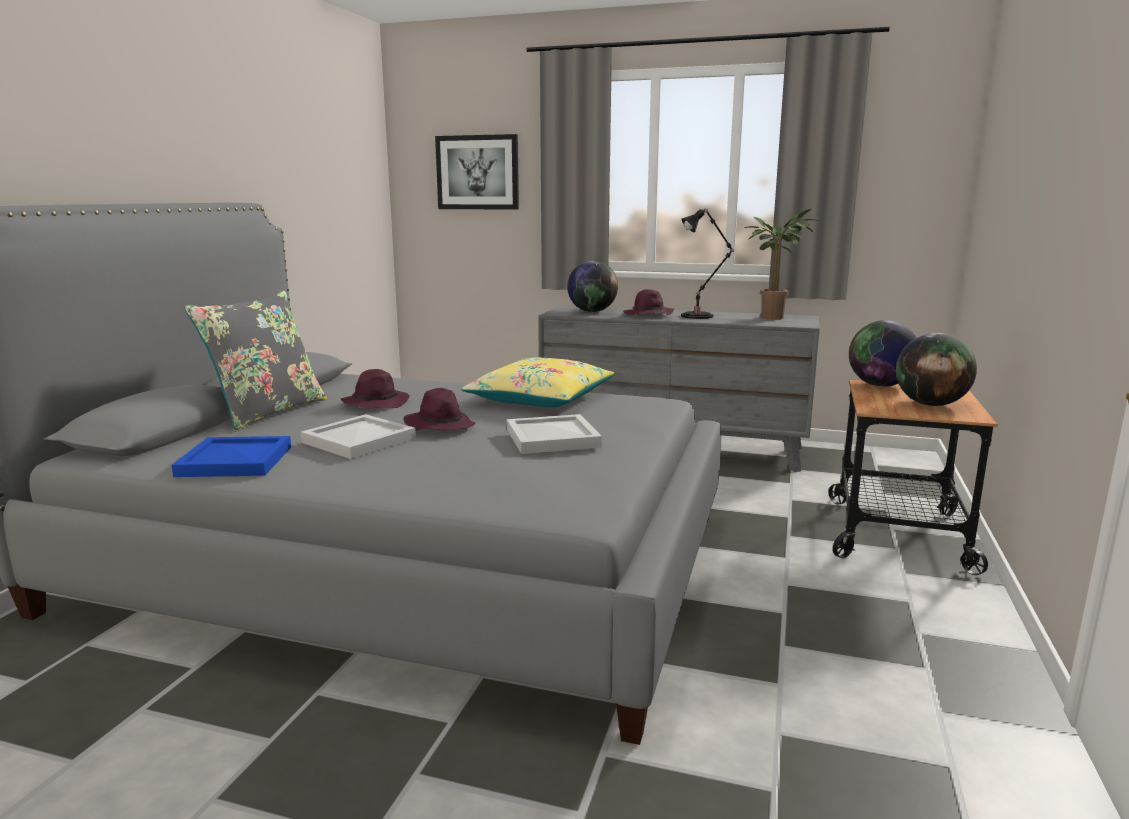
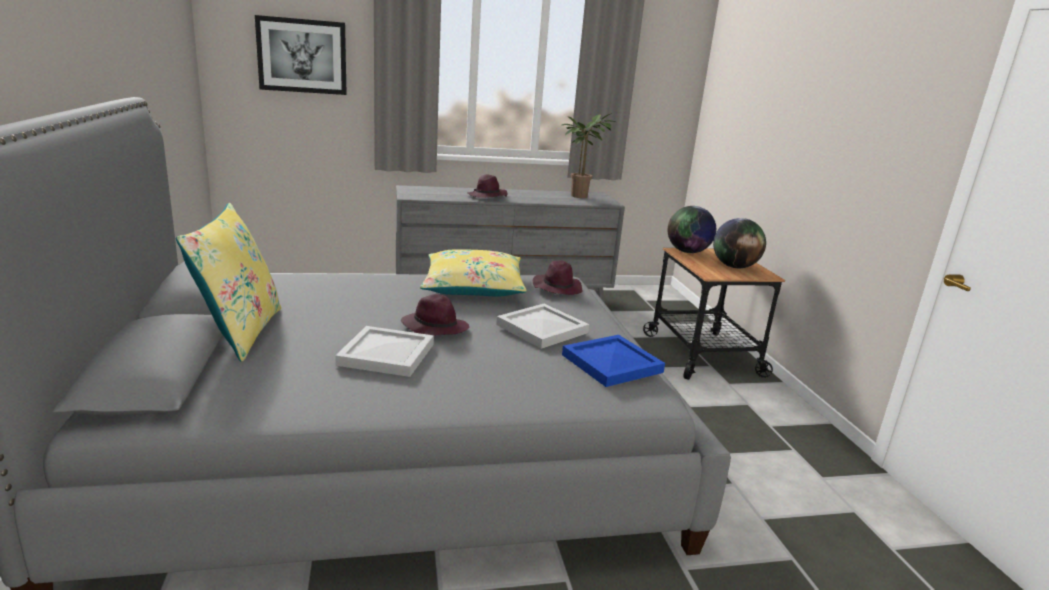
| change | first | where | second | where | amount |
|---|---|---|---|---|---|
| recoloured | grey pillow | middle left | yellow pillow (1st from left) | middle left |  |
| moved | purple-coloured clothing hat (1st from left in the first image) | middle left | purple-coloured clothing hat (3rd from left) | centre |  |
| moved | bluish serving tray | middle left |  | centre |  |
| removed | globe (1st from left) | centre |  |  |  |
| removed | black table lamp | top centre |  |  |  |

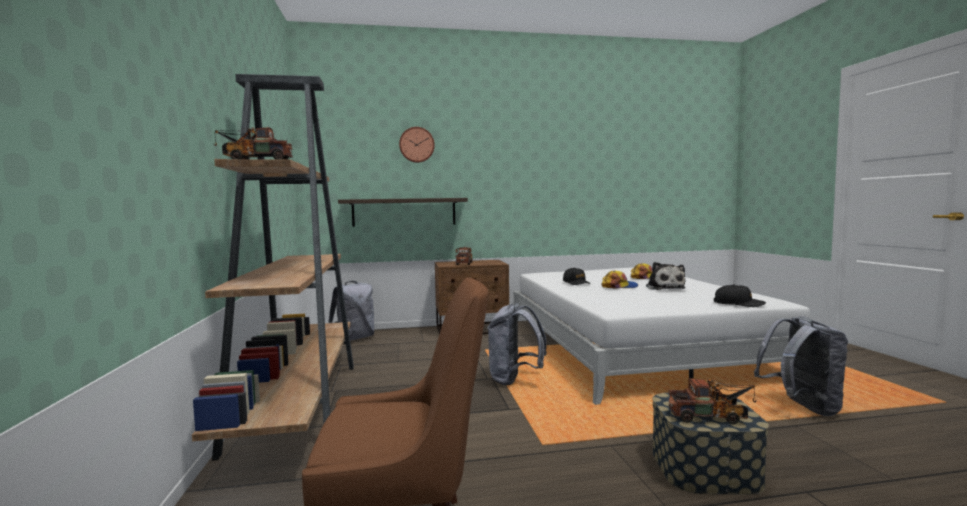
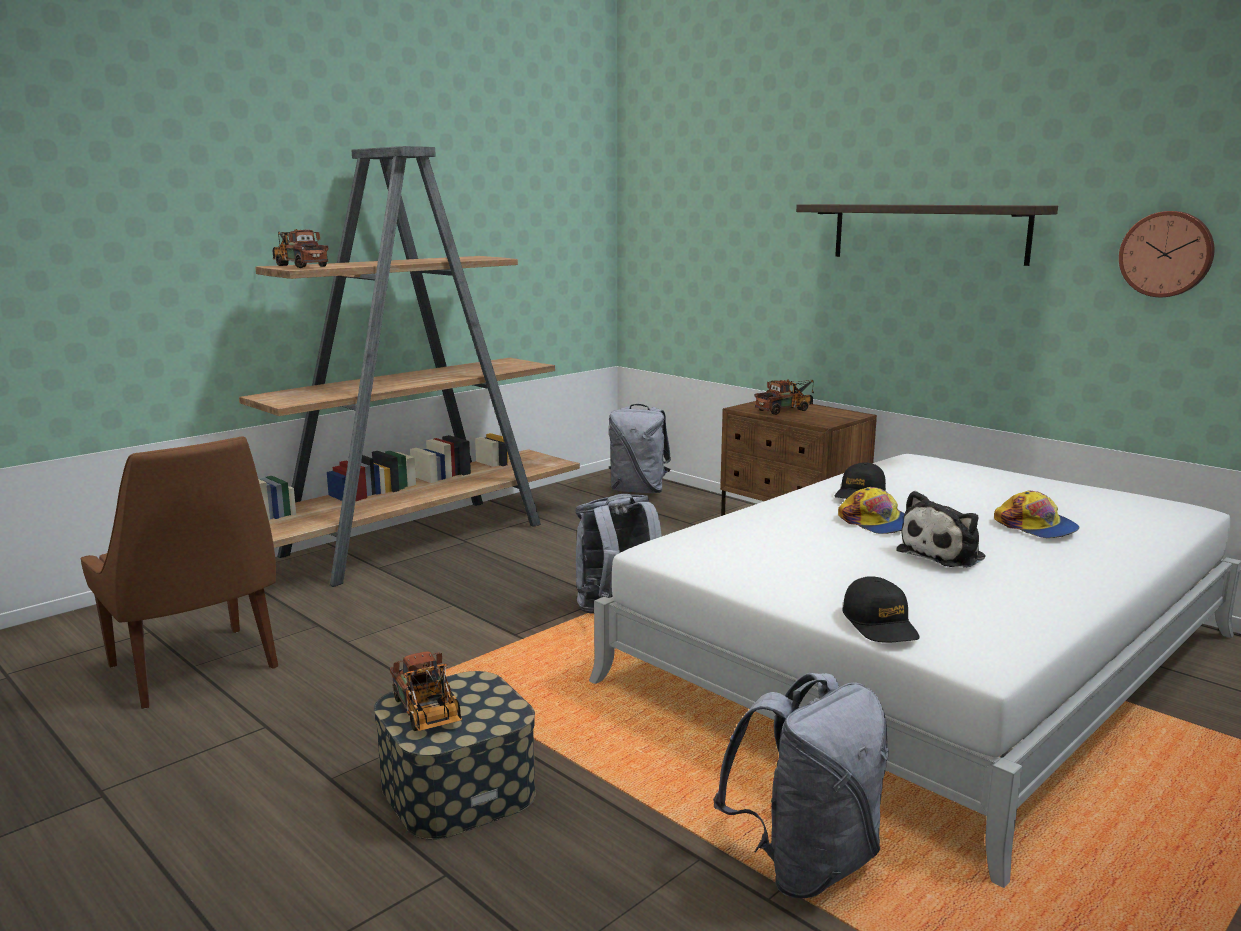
| change | first | where | second | where | amount |
|---|---|---|---|---|---|
| moved | wall shelf | centre |  | top right |  |
| moved | clock on the wall | top centre |  | top right |  |

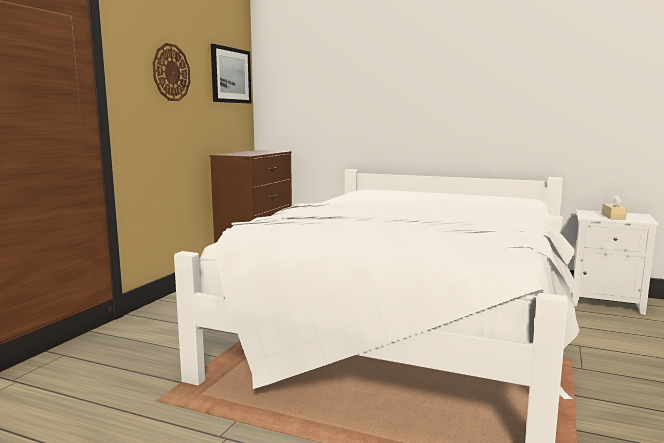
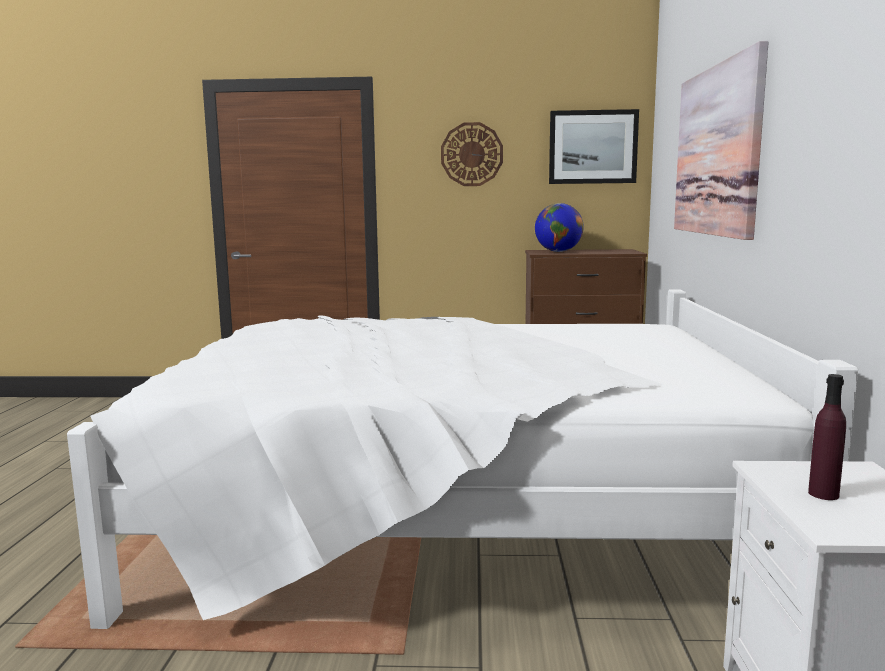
| change | first | where | second | where | amount |
|---|---|---|---|---|---|
| added |  |  | globe | centre |  |
| added |  |  | picture (2nd from left) | top right |  |
| replaced | sand-coloured tissue box | middle right | purple-coloured bottle | middle right |  |

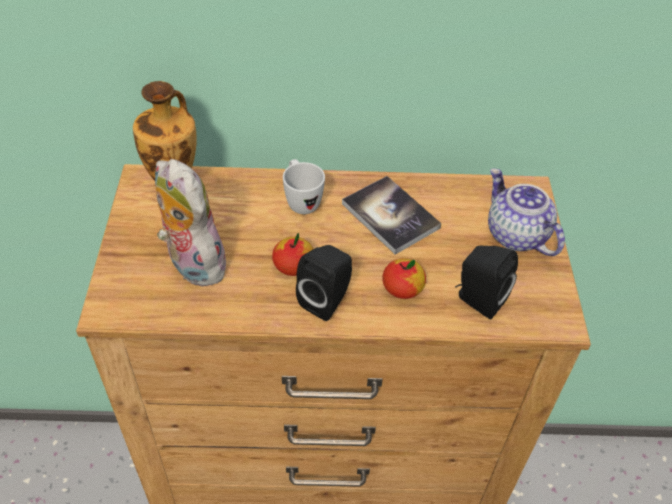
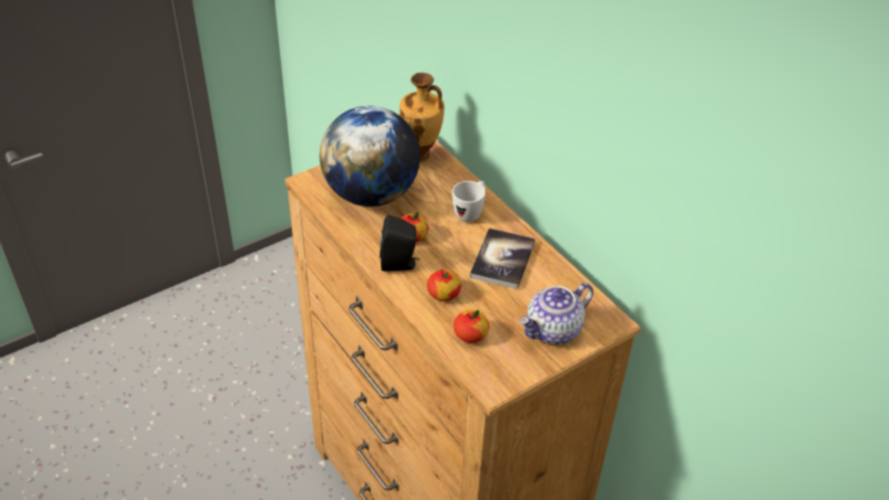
| change | first | where | second | where | amount |
|---|---|---|---|---|---|
| replaced | plush toy | middle left | globe | top centre |  |
| replaced | black loudspeaker (2nd from left) | middle right | whole apple (3rd from left) | centre |  |
| turned | pot for tea | middle right |  | centre | 150 degrees counterclockwise |

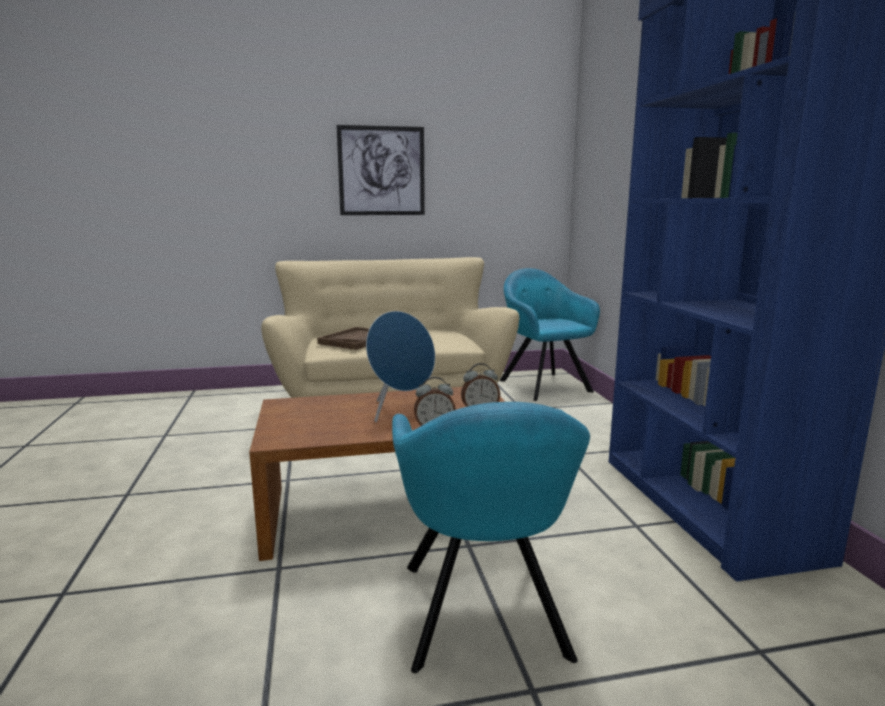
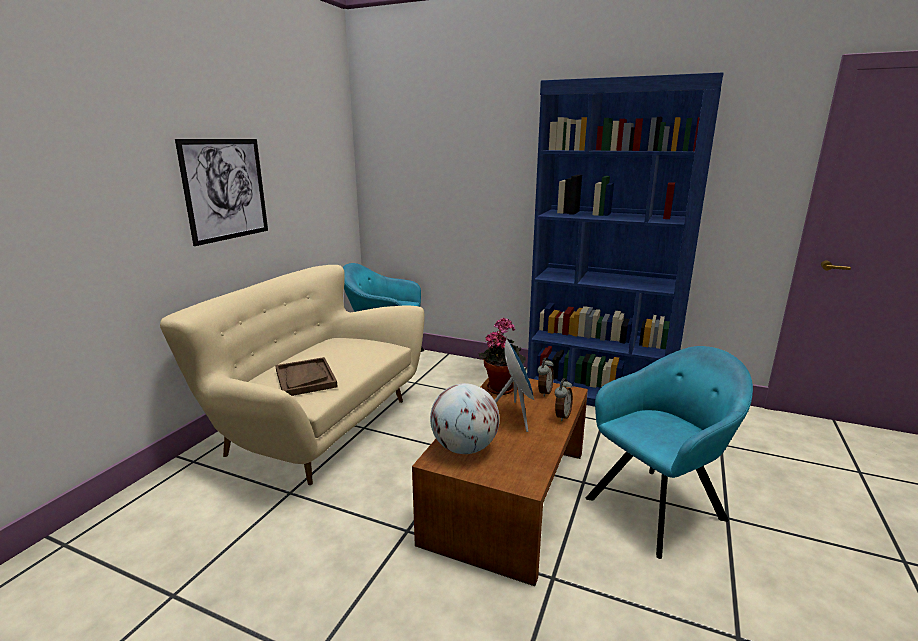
| change | first | where | second | where | amount |
|---|---|---|---|---|---|
| added |  |  | globe | centre |  |
| added |  |  | potted plant | centre |  |
| turned | turquoise armchair (1st from left in the first image) | bottom centre | turquoise armchair (2nd from left) | bottom right | 60 degrees counterclockwise |

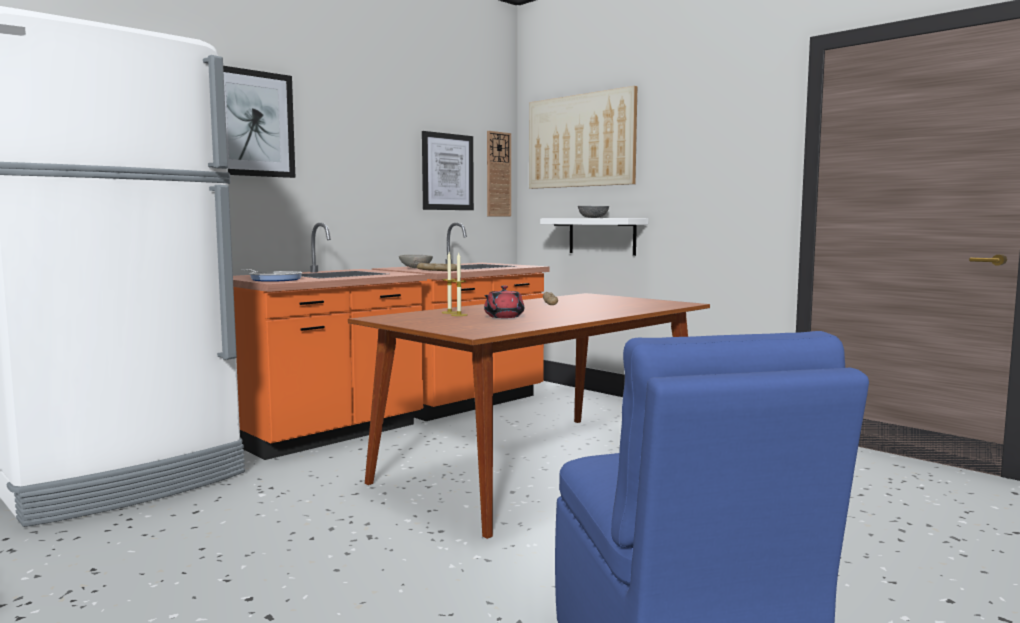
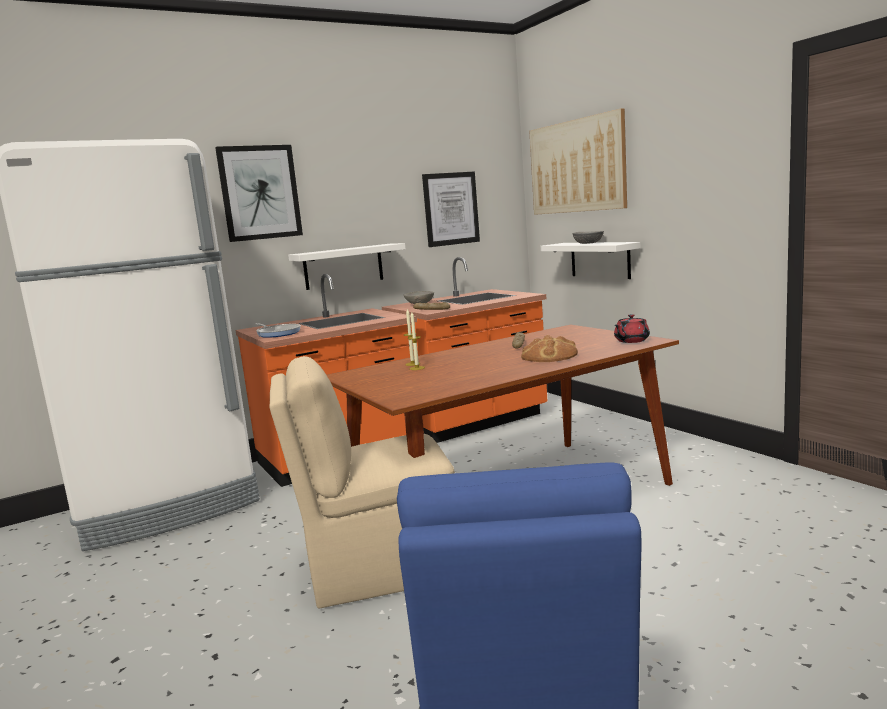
| change | first | where | second | where | amount |
|---|---|---|---|---|---|
| added |  |  | sand-coloured plain chair | bottom centre |  |
| added |  |  | whitish wall shelf (1st from left) | centre |  |
| added |  |  | baked bread (3rd from left) | centre |  |
| moved | red pot for tea | centre |  | middle right |  |
| removed | clock on the wall | top centre |  |  |  |

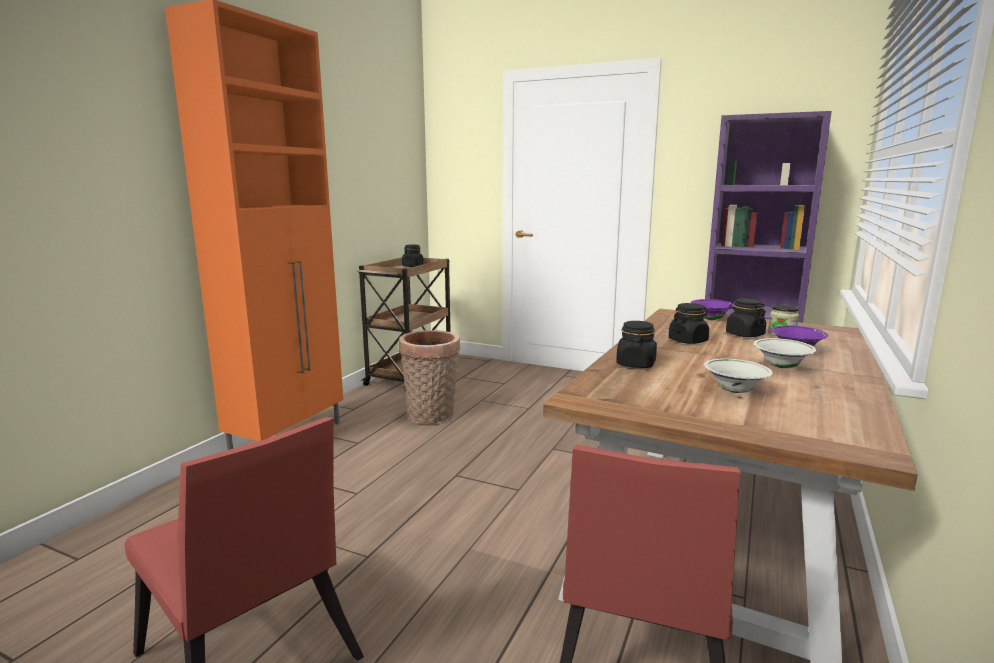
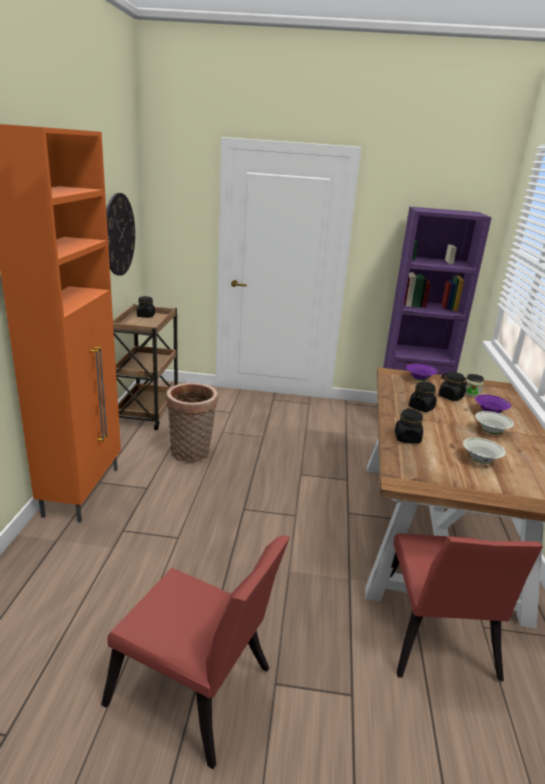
| change | first | where | second | where | amount |
|---|---|---|---|---|---|
| added |  |  | clock on the wall | top left |  |

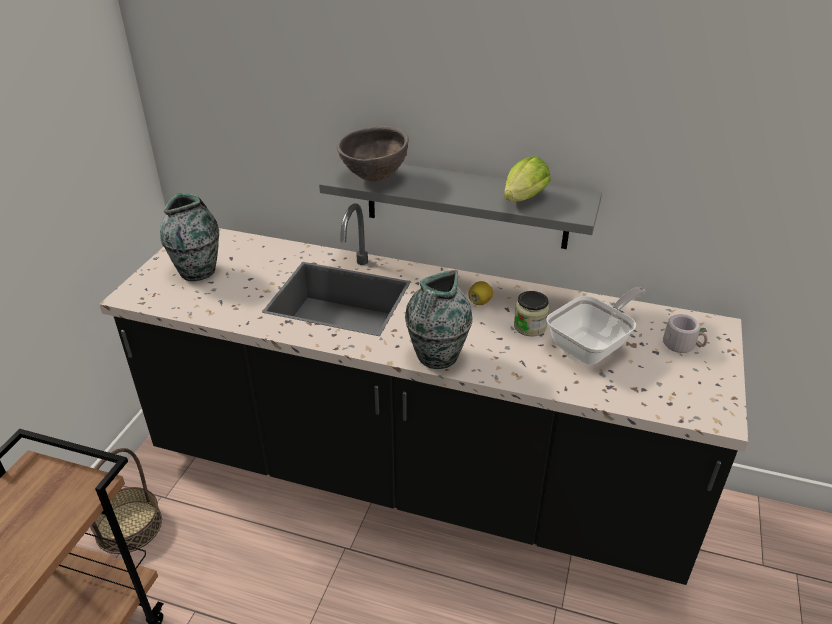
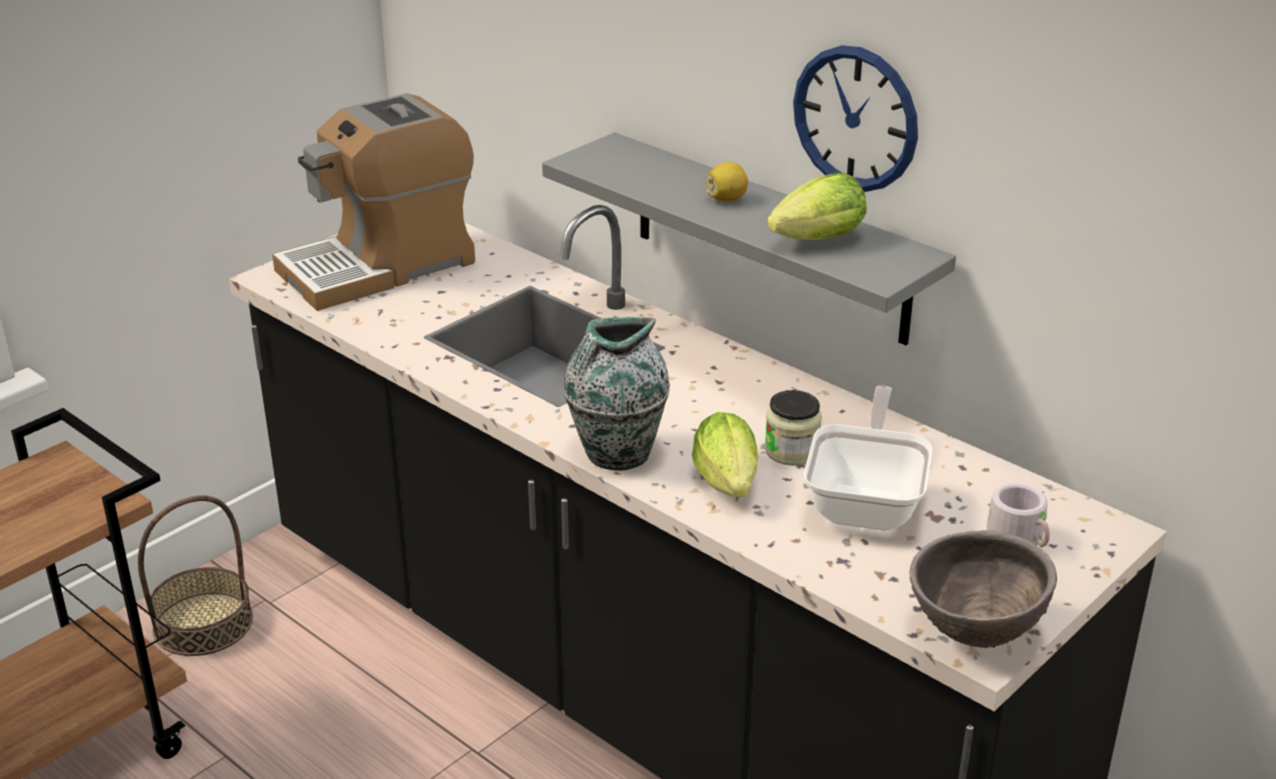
| change | first | where | second | where | amount |
|---|---|---|---|---|---|
| replaced | flower vase (1st from left) | middle left | coffee maker | top left |  |
| added |  |  | lettuce (1st from left) | centre |  |
| moved | citrus fruit | centre |  | top centre |  |
| added |  |  | clock on the wall | top right |  |
| turned | pan | middle right |  | middle right | 60 degrees counterclockwise |
| moved | brown-coloured deep dish | top centre |  | bottom right |  |

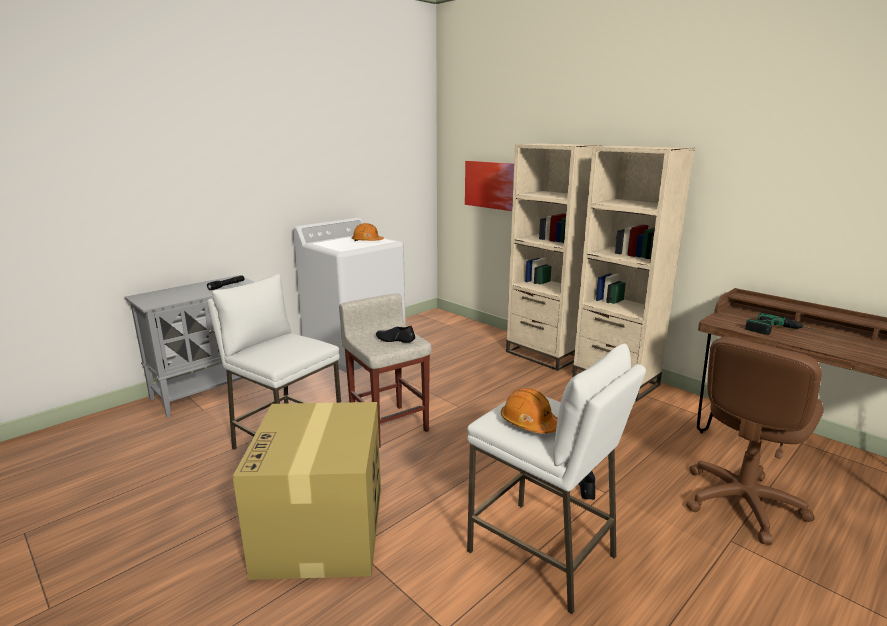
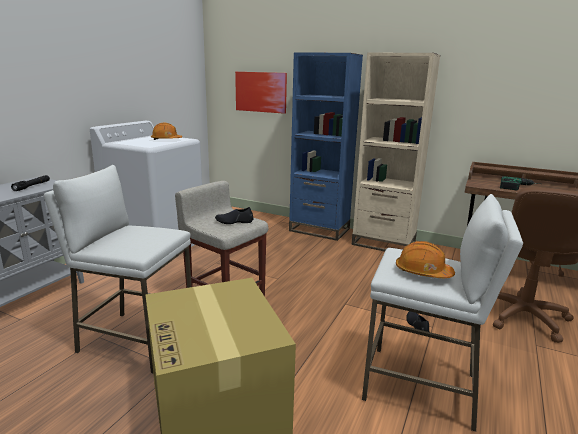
| change | first | where | second | where | amount |
|---|---|---|---|---|---|
| recoloured | sand-coloured shelving unit (1st from left) | centre | bluish shelving unit | centre |  |

